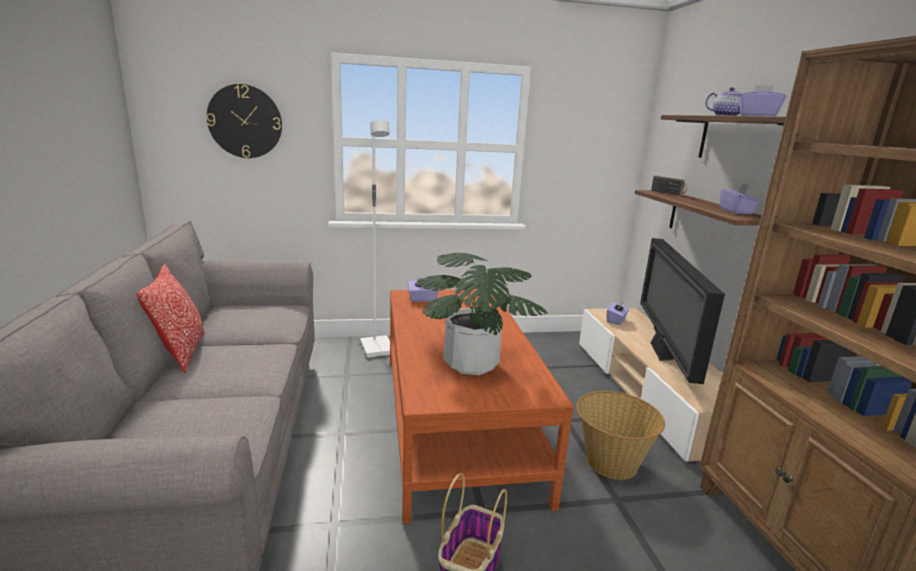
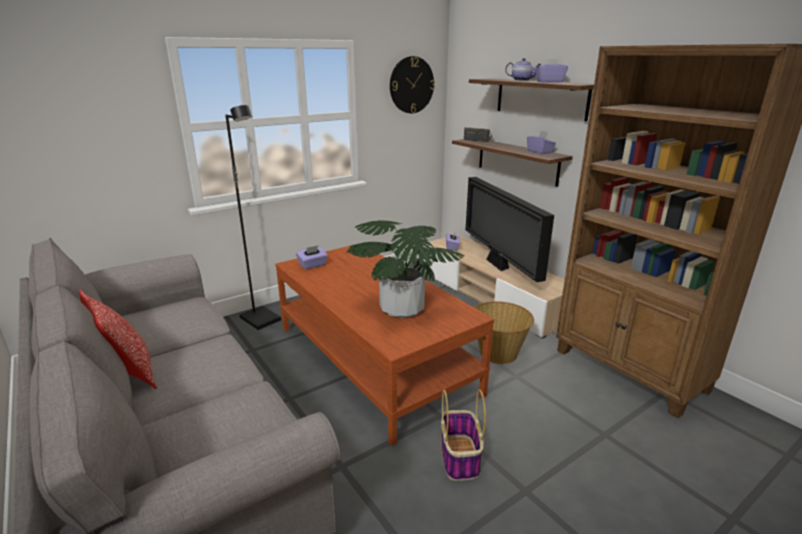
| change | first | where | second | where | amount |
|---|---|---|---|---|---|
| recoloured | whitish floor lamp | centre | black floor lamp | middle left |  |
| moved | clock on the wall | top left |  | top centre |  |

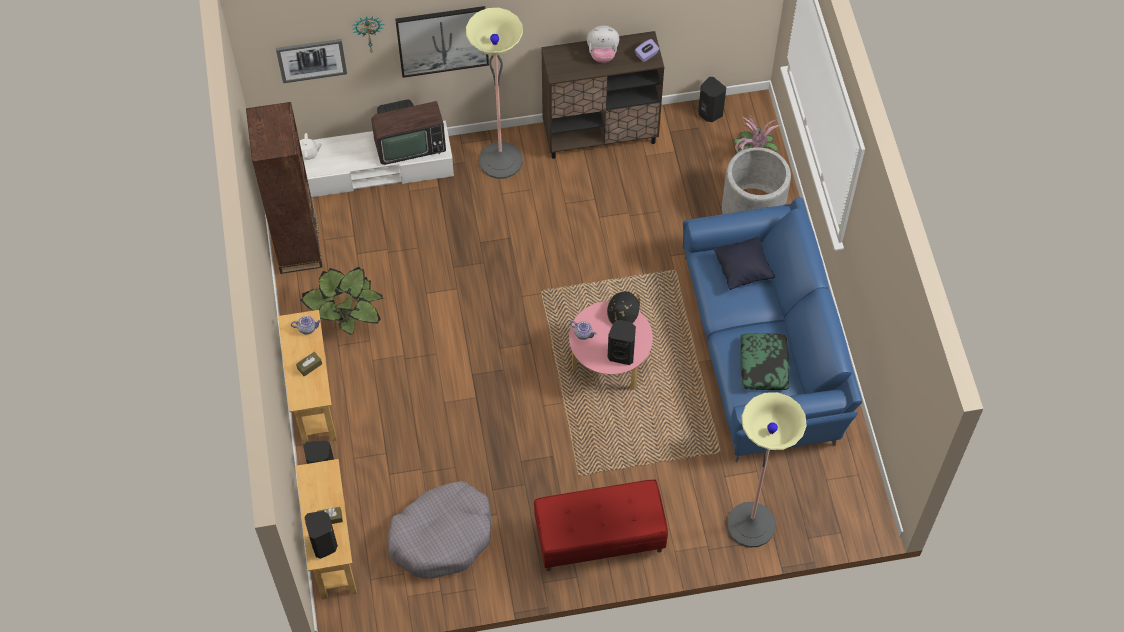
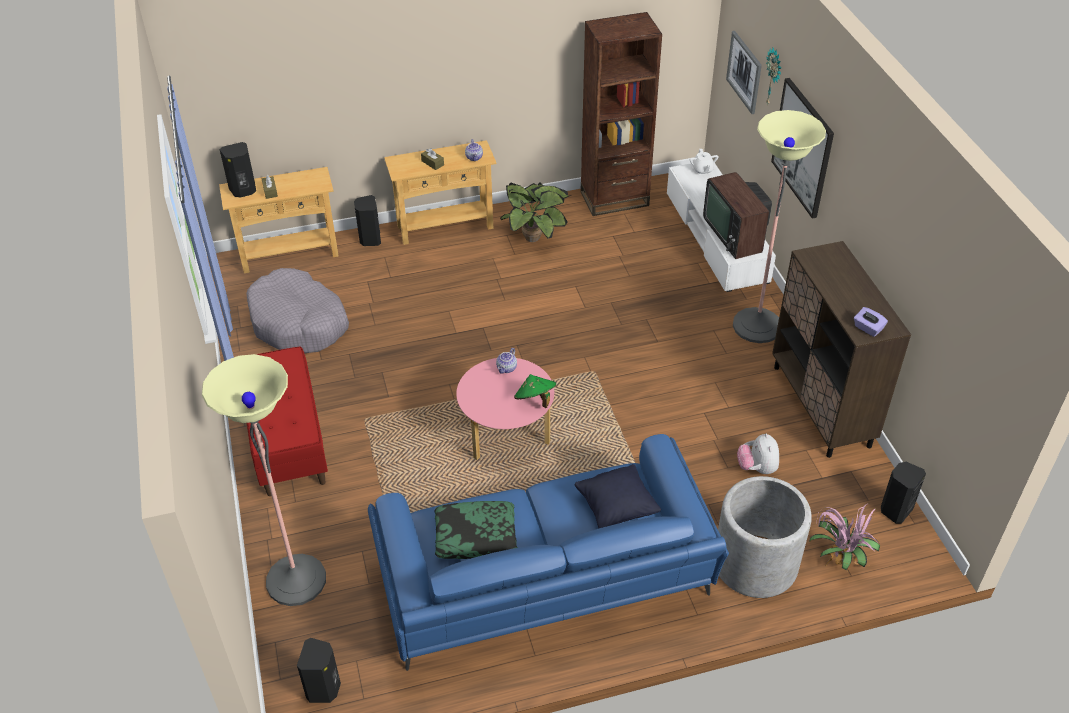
| change | first | where | second | where | amount |
|---|---|---|---|---|---|
| moved | black loudspeaker (3rd from left in the first image) | centre | black loudspeaker (2nd from left) | bottom left |  |
| recoloured | black clothing hat | centre | green-coloured clothing hat | centre |  |
| moved | plush toy | top centre |  | middle right |  |

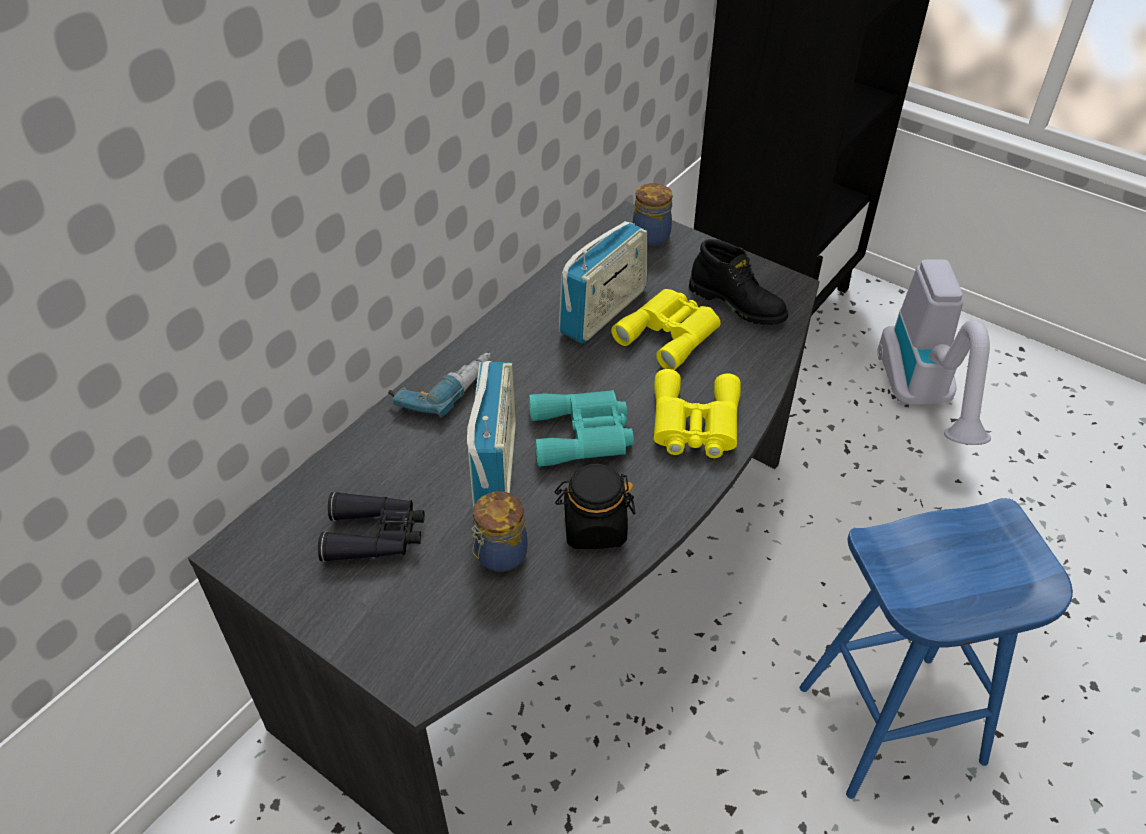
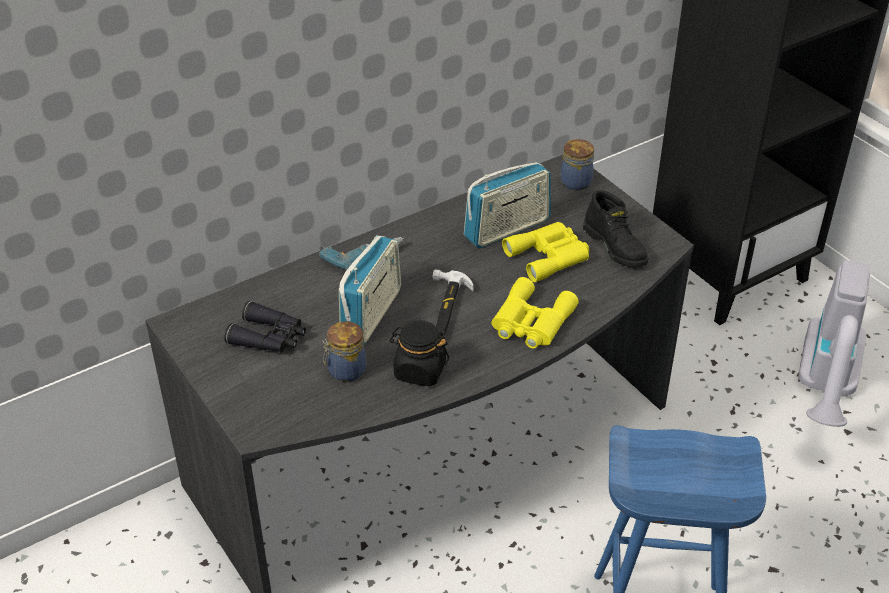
| change | first | where | second | where | amount |
|---|---|---|---|---|---|
| replaced | turquoise field glasses | centre | tool hammer | centre |  |

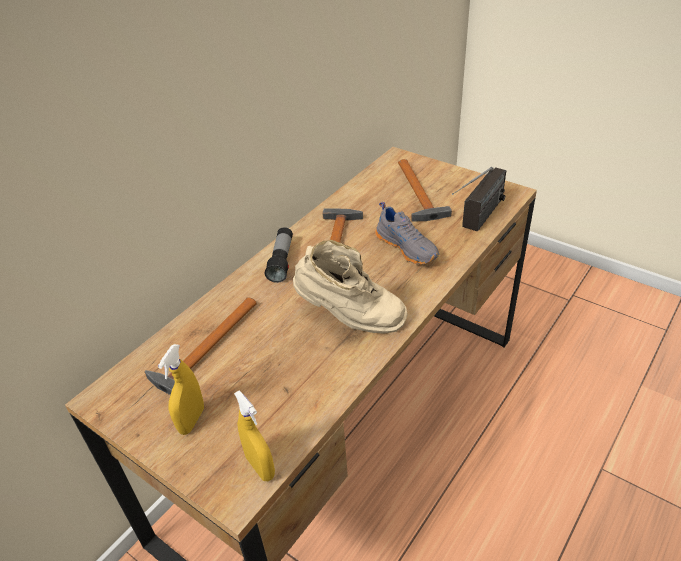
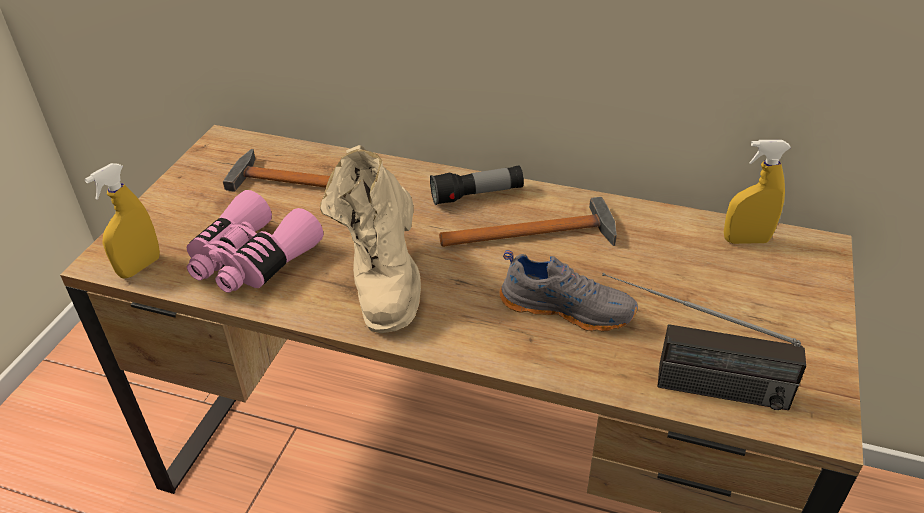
| change | first | where | second | where | amount |
|---|---|---|---|---|---|
| added |  |  | pink-coloured field glasses | middle left |  |
| turned | grey item of footwear | centre |  | centre | 105 degrees counterclockwise |
| moved | yellow sprayer (1st from left in the first image) | bottom left | yellow sprayer (2nd from left) | middle right |  |
| removed | tool hammer (3rd from left) | centre |  |  |  |

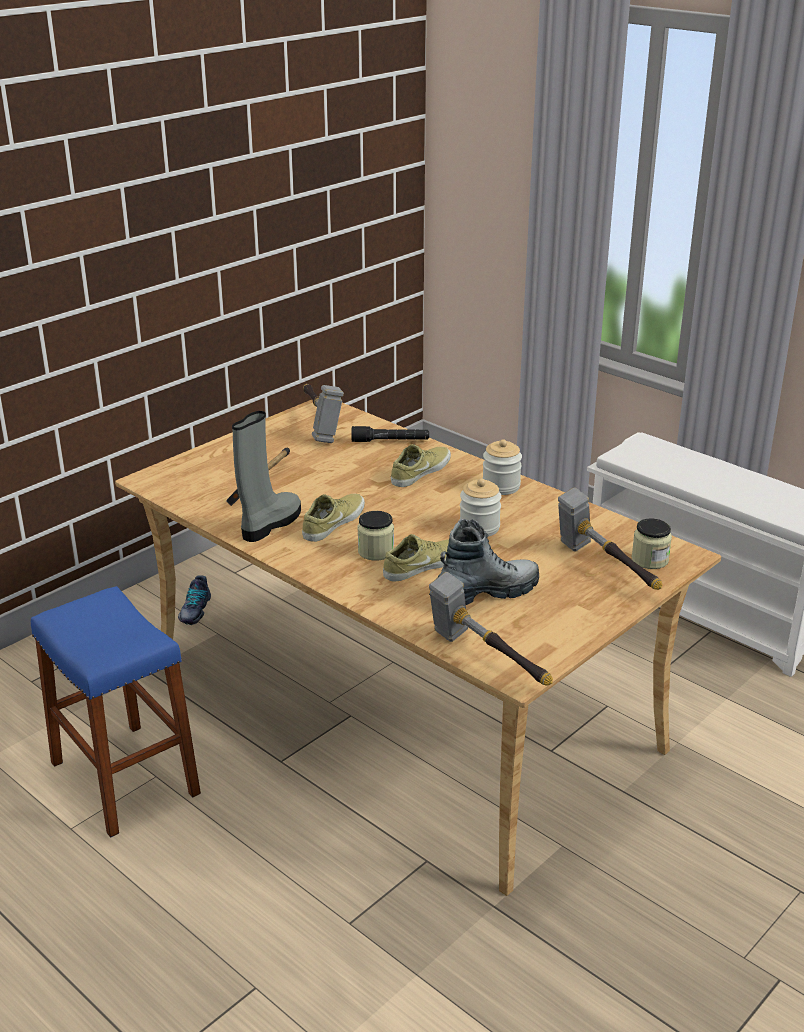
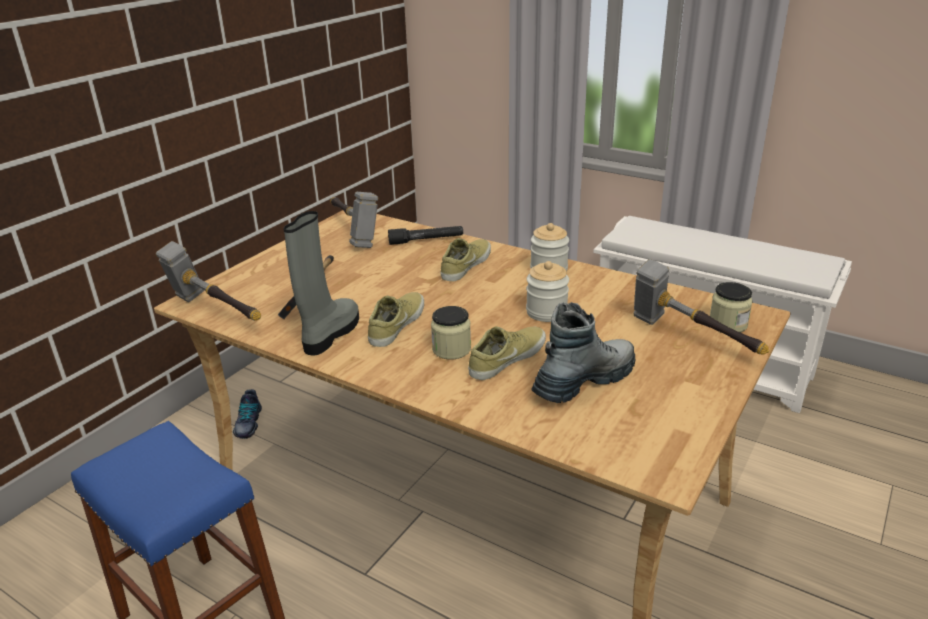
| change | first | where | second | where | amount |
|---|---|---|---|---|---|
| moved | tool hammer (3rd from left in the first image) | centre | tool hammer (1st from left) | middle left |  |

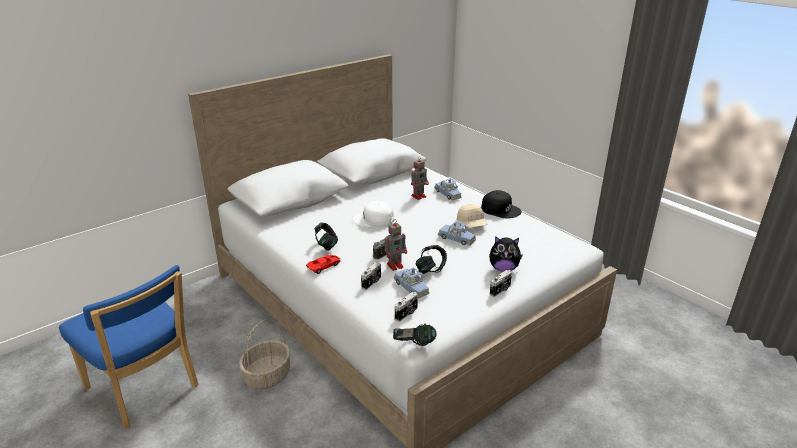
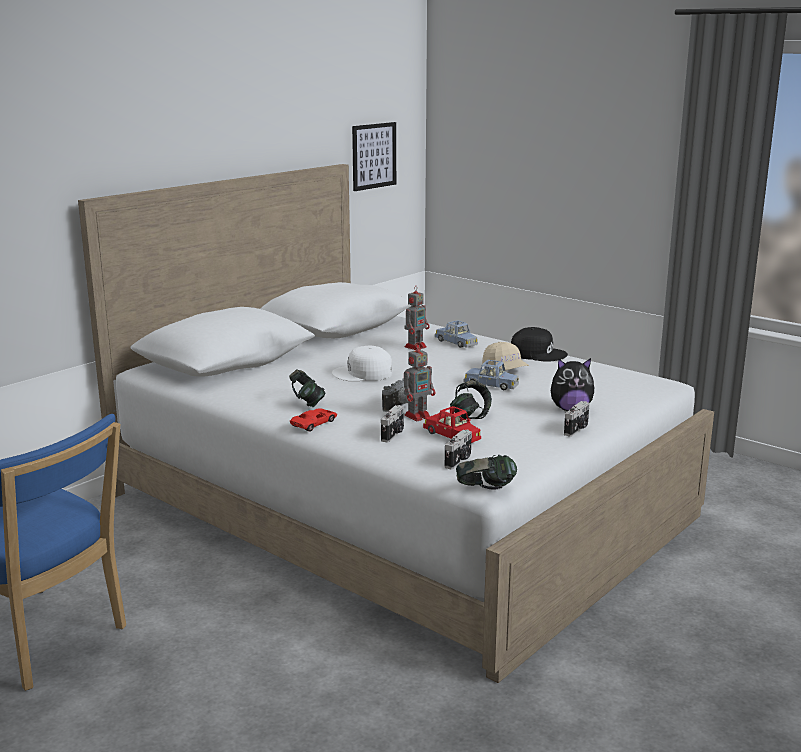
| change | first | where | second | where | amount |
|---|---|---|---|---|---|
| added |  |  | picture | top centre |  |
| recoloured | bluish miniature car (1st from left) | centre | red miniature car (2nd from left) | centre |  |
| removed | basket | bottom left |  |  |  |

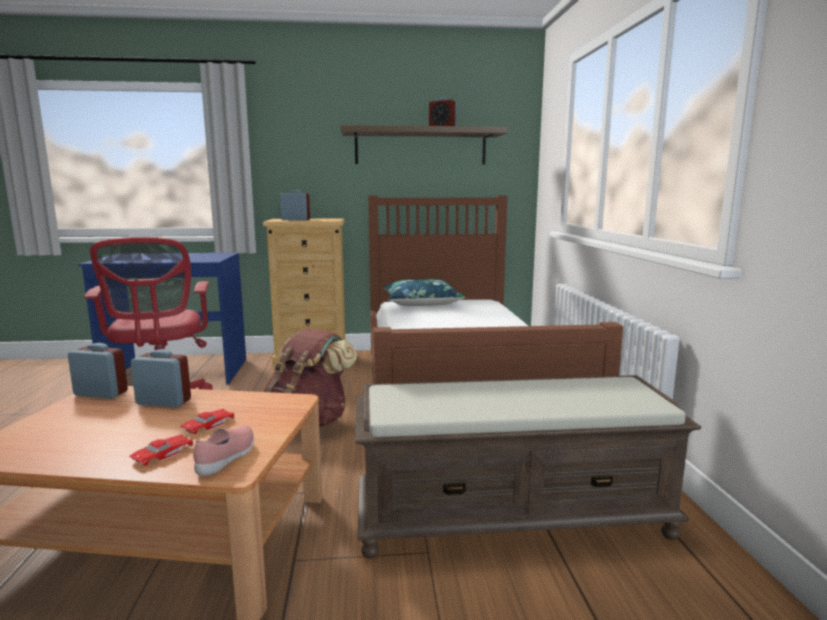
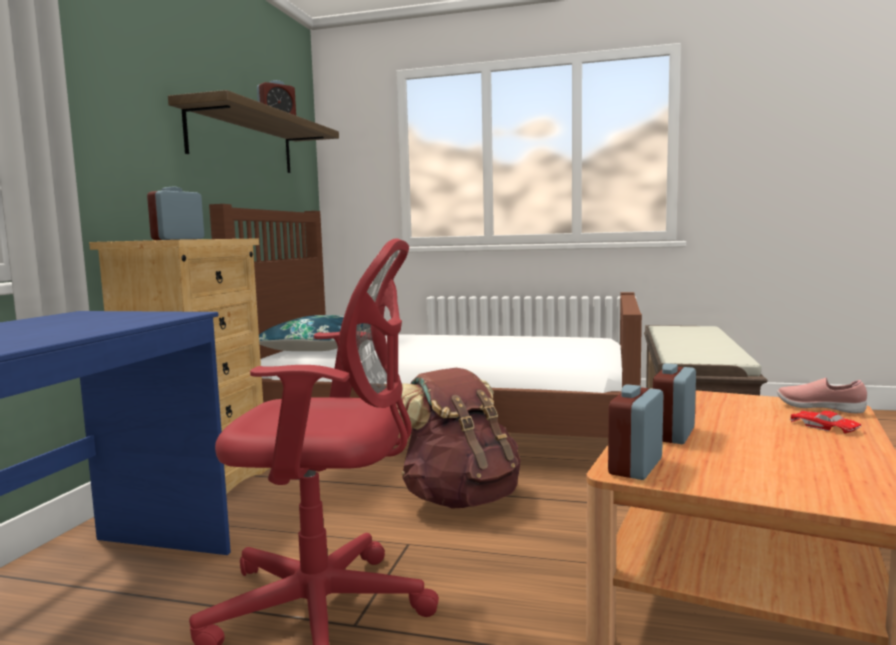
| change | first | where | second | where | amount |
|---|---|---|---|---|---|
| removed | red miniature car (2nd from left) | bottom left |  |  |  |

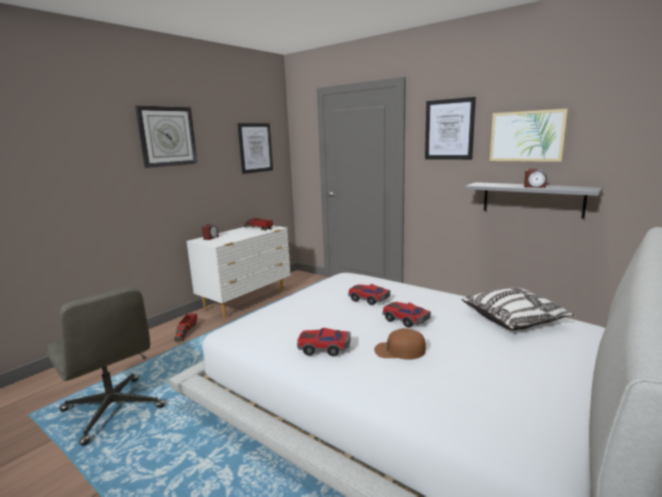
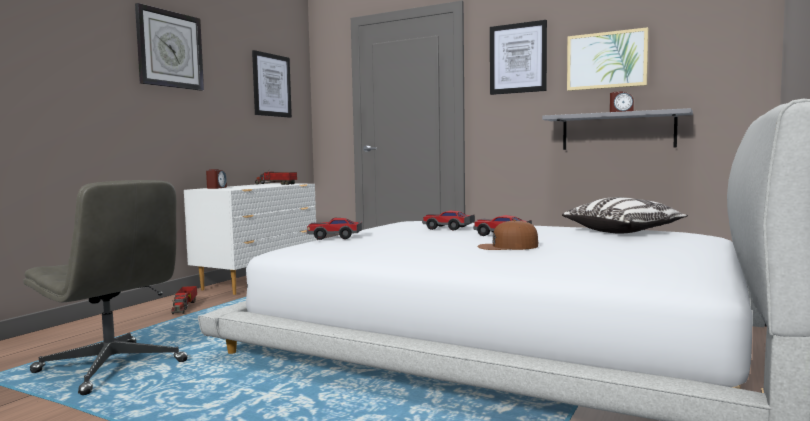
| change | first | where | second | where | amount |
|---|---|---|---|---|---|
| moved | miniature car (1st from left) | bottom centre |  | centre |  |

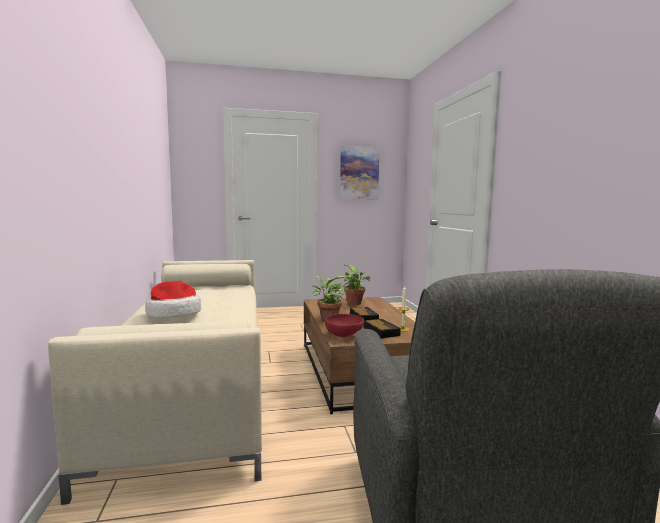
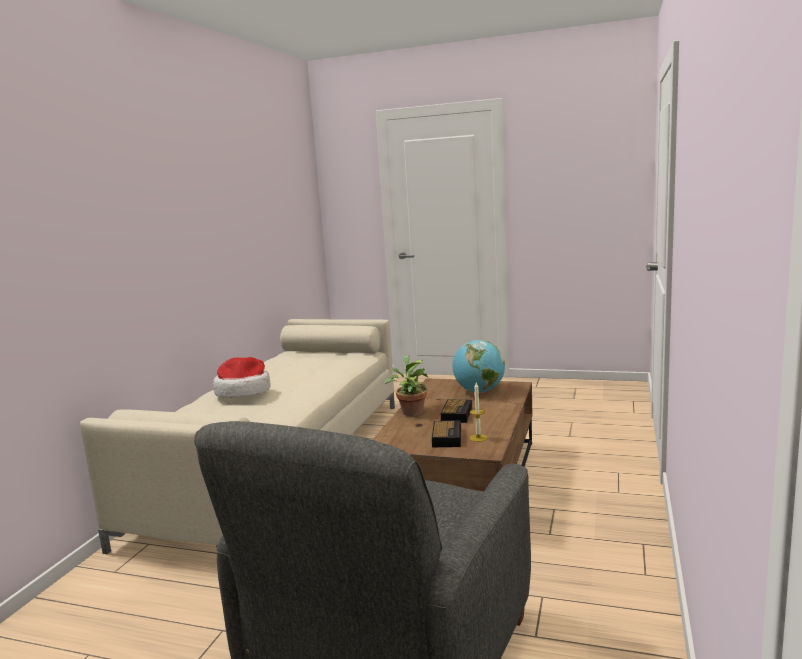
| change | first | where | second | where | amount |
|---|---|---|---|---|---|
| replaced | potted plant (2nd from left) | centre | globe | centre |  |
| removed | red deep dish | centre |  |  |  |
| removed | picture | top centre |  |  |  |

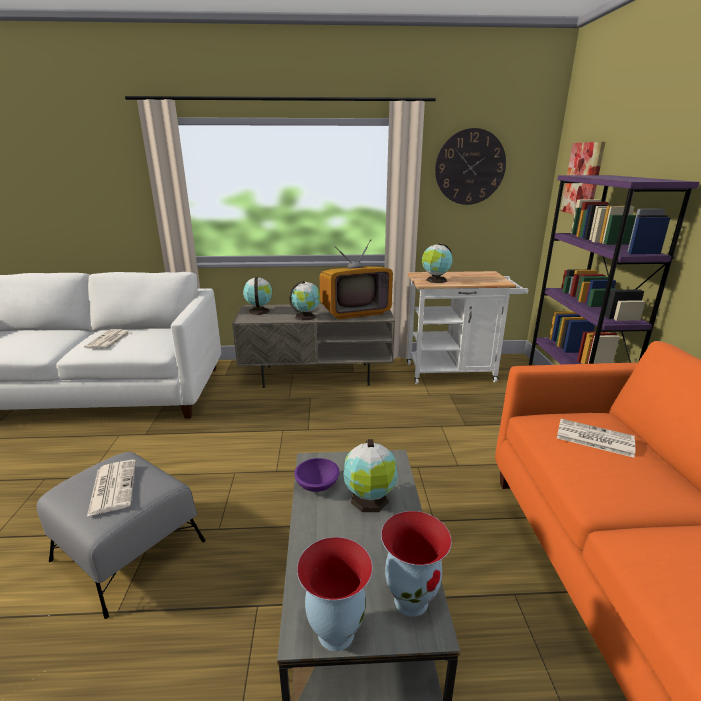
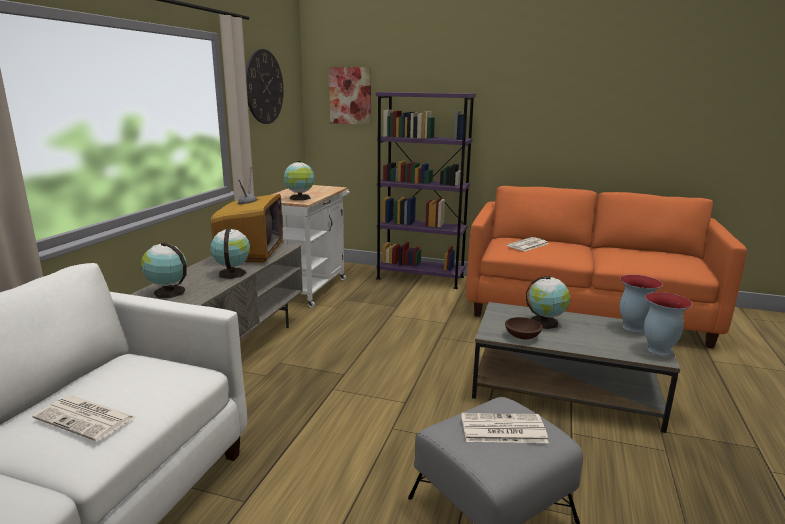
| change | first | where | second | where | amount |
|---|---|---|---|---|---|
| recoloured | purple-coloured deep dish | bottom centre | brown-coloured deep dish | middle right |  |

